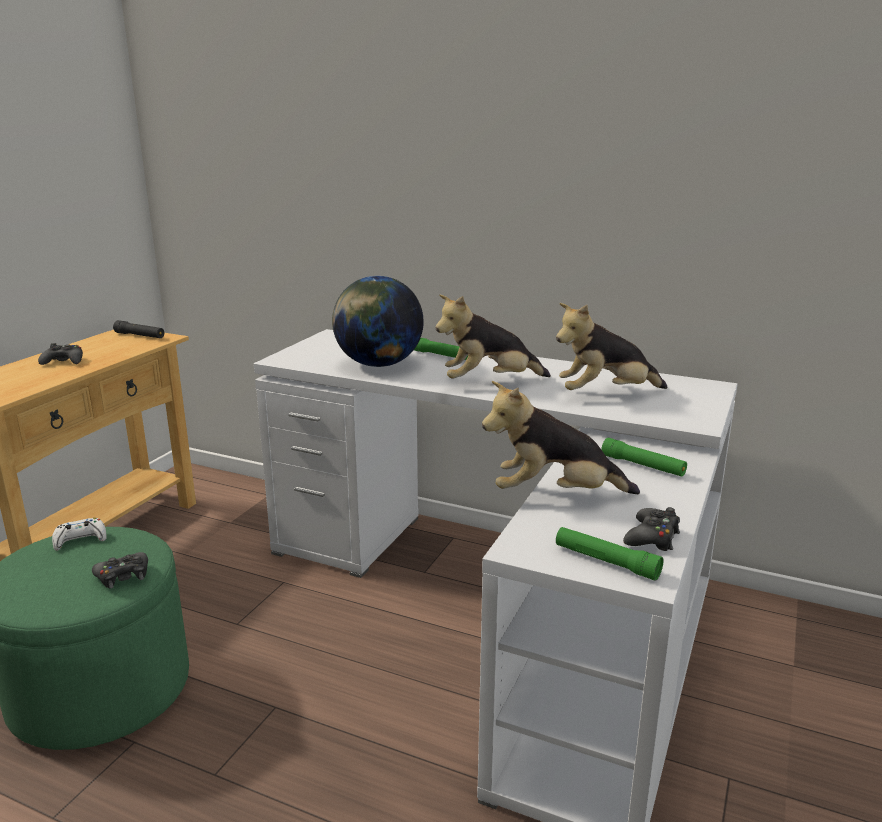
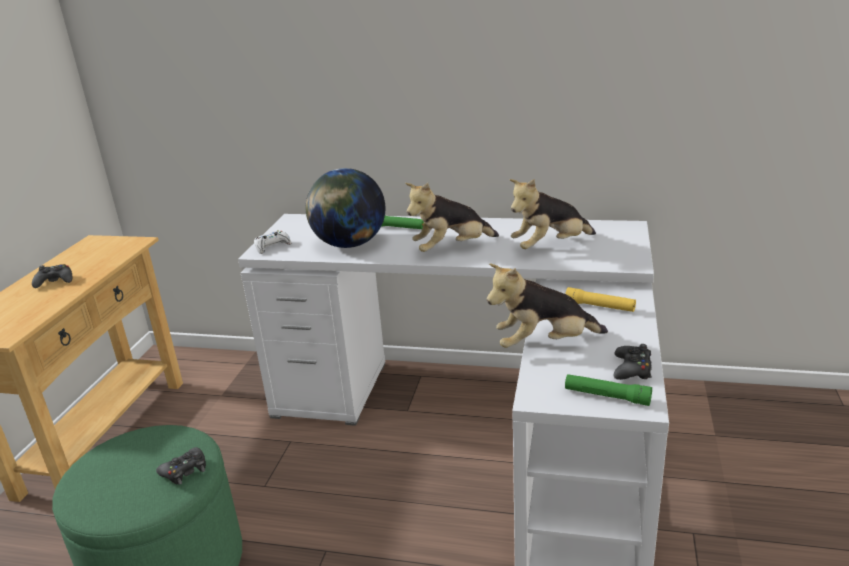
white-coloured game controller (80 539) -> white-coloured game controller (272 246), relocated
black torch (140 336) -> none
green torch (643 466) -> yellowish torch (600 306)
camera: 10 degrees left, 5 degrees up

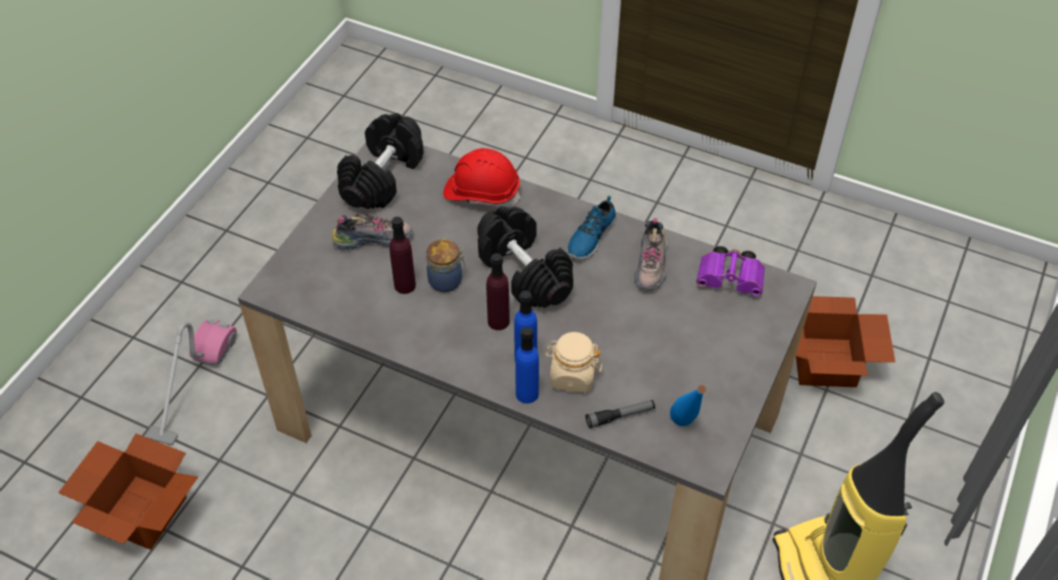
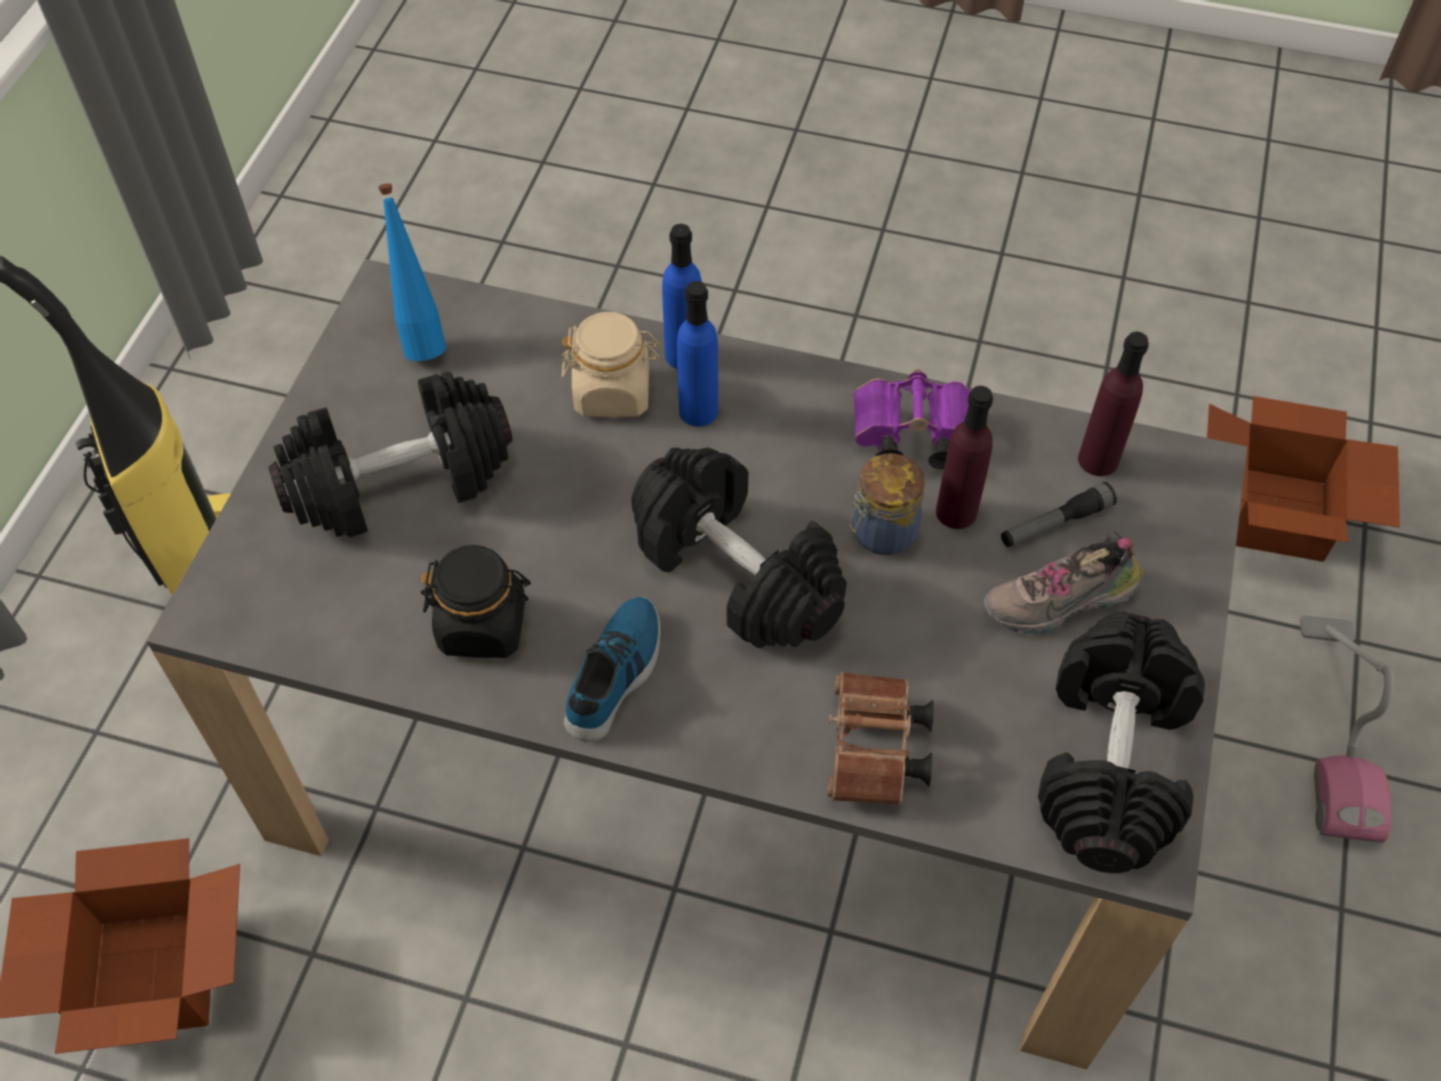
reddish safety helmet (482 192) -> brownish pair of binoculars (874 754)
purple bottle (498 321) -> purple bottle (1098 460), relocated
torch (620 416) -> torch (1055 523), relocated
shoe (651 265) -> black jar (483 625)
purple pair of binoculars (731 280) -> purple pair of binoculars (909 437), relocated
none -> black free weight (400 482)
camera: 170 degrees right, 5 degrees up

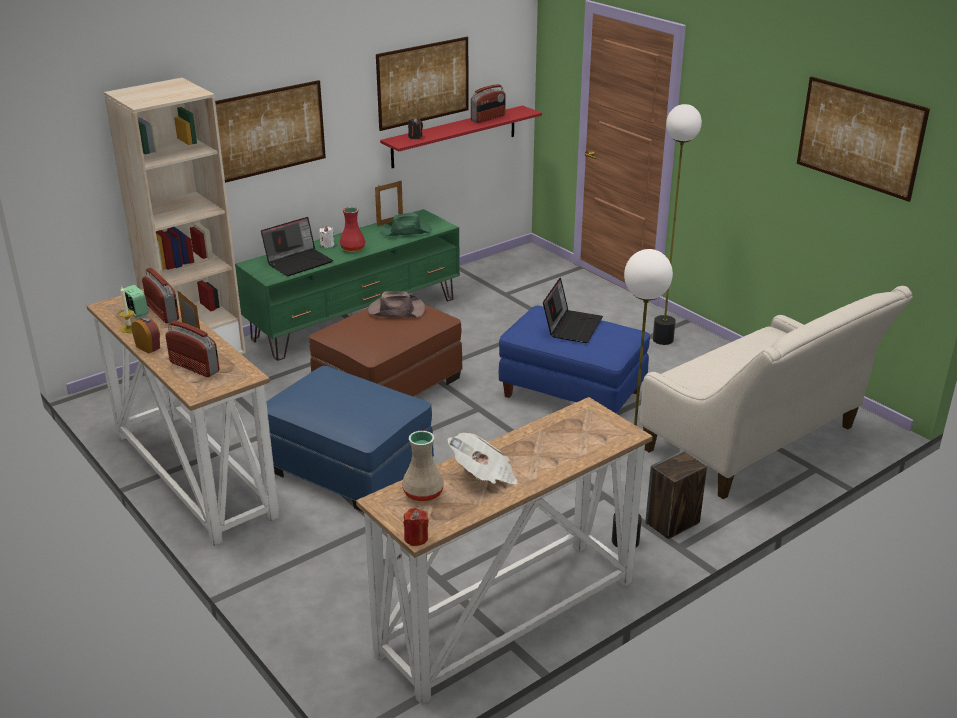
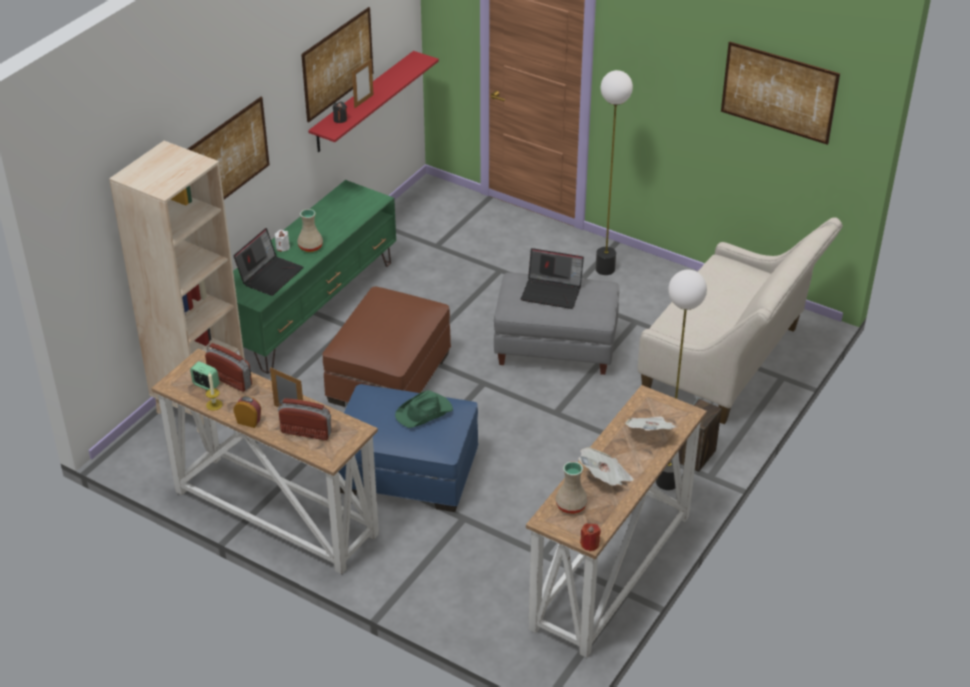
reddish flower vase (353 249) -> sand-coloured flower vase (311 247)
brownish wearable hat (396 310) -> none
photo frame (390 222) -> photo frame (363 101), relocated
green wearable hat (406 231) -> green wearable hat (424 412), relocated
radio set (488 118) -> none
bluish ottoman (572 393) -> greyish ottoman (555 347)
portable computer (572 326) -> portable computer (552 292), 105 degrees clockwise
none -> daily paper (650 433)
camera: 20 degrees left, 10 degrees up

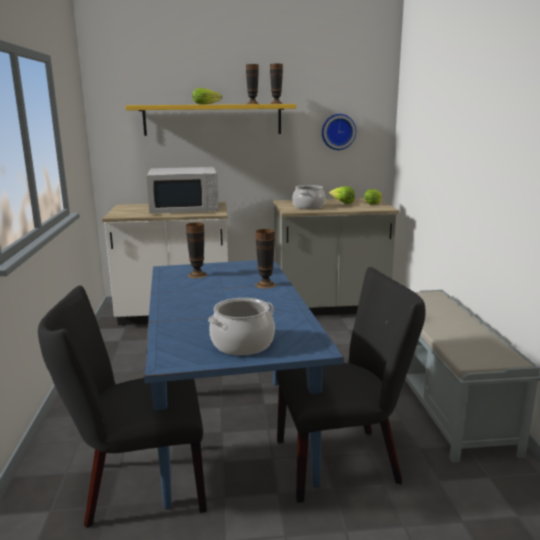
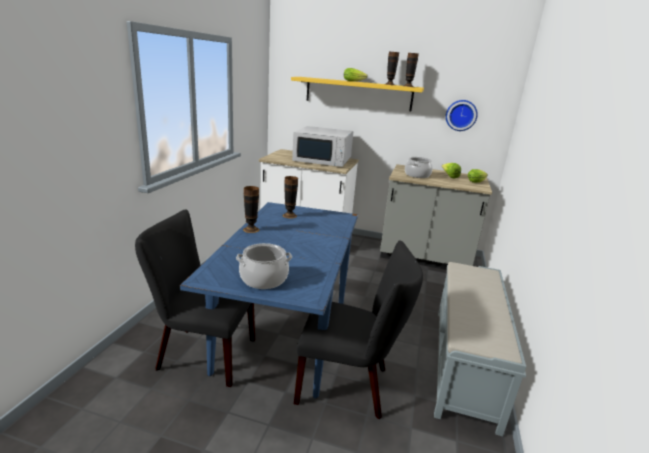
flower vase (265 285) -> flower vase (251 229), relocated
camera: 20 degrees right, 5 degrees up

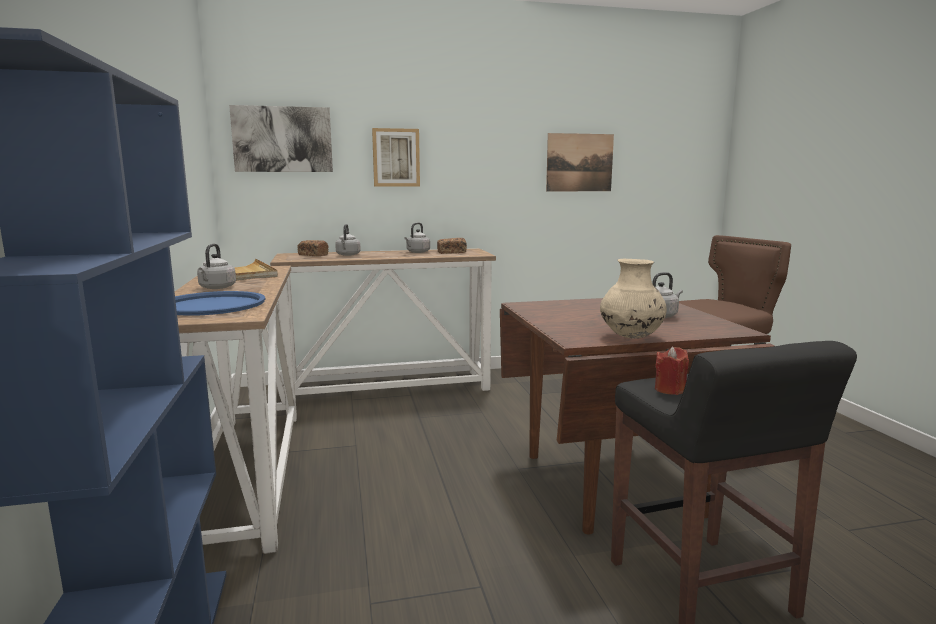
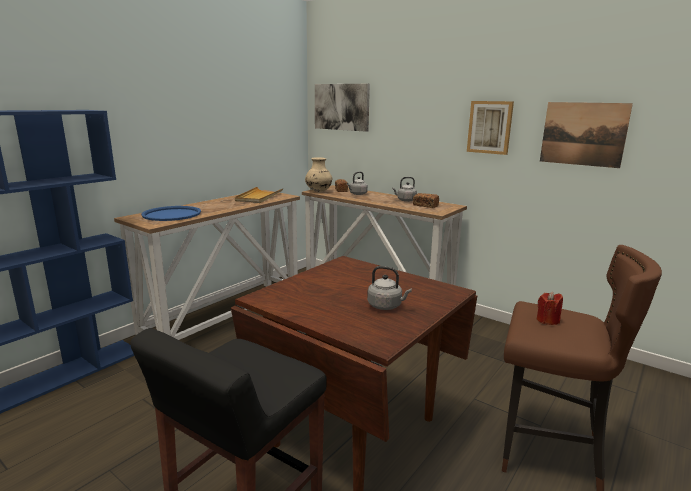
greyish water kettle (216 288) -> none
wall picture (396 157) -> wall picture (490 127), relocated
sand-coloured flower vase (631 337) -> sand-coloured flower vase (318 191), relocated
reddish wax candle (670 389) -> reddish wax candle (547 320), relocated
camera: 50 degrees right, 5 degrees up

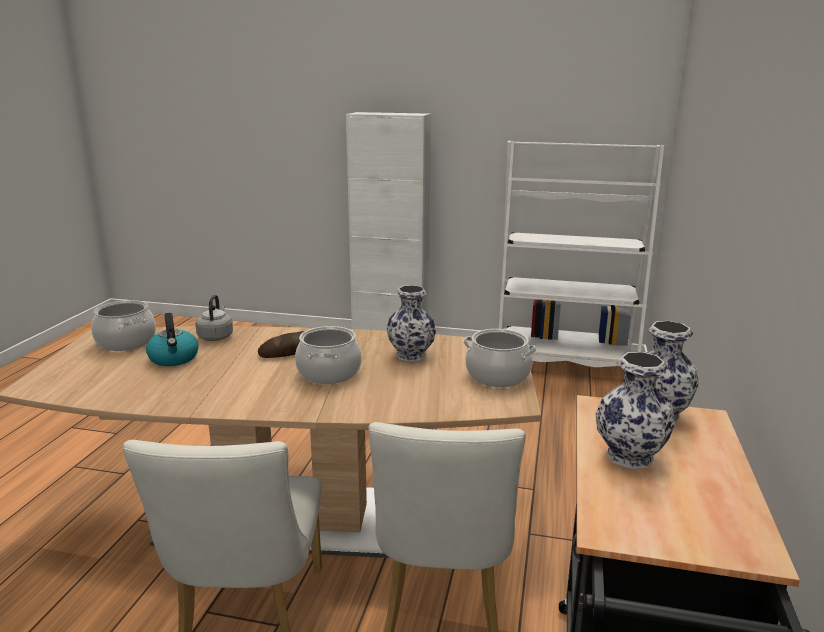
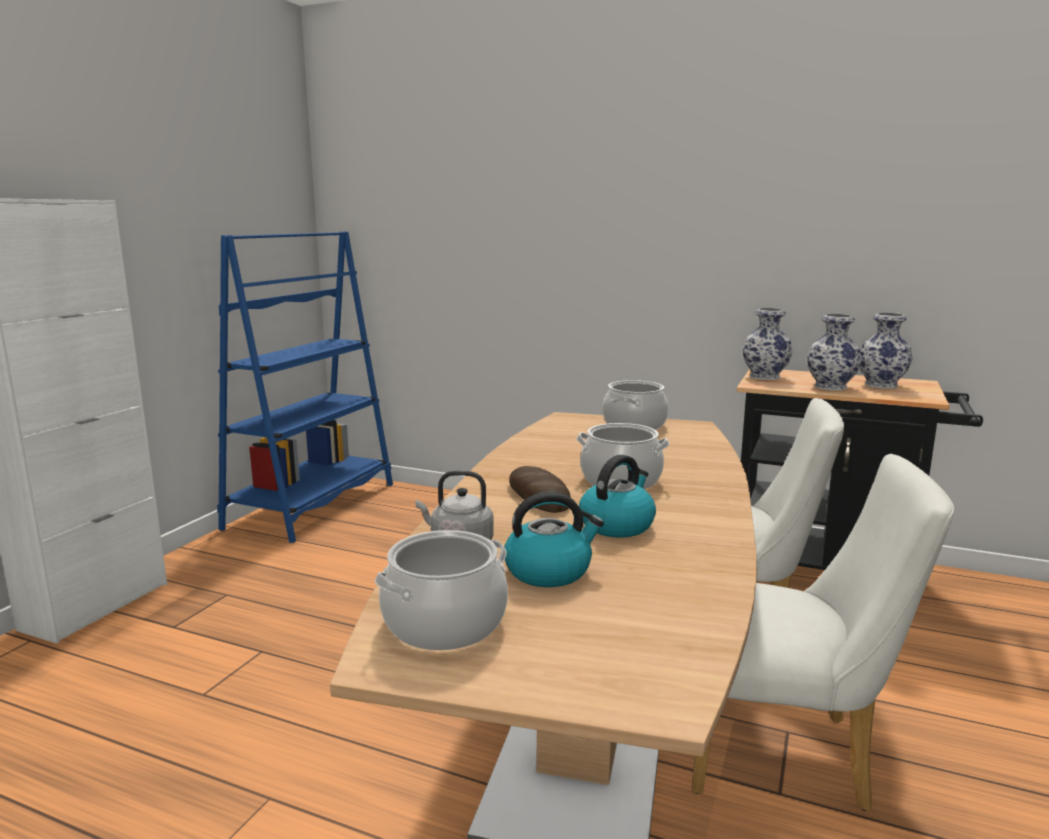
flower vase (411 355) -> flower vase (882 385), relocated
white-coloured bookshelf (564 364) -> bluish bookshelf (313 506)
none -> water kettle (617 524)
camera: 80 degrees left, 5 degrees down

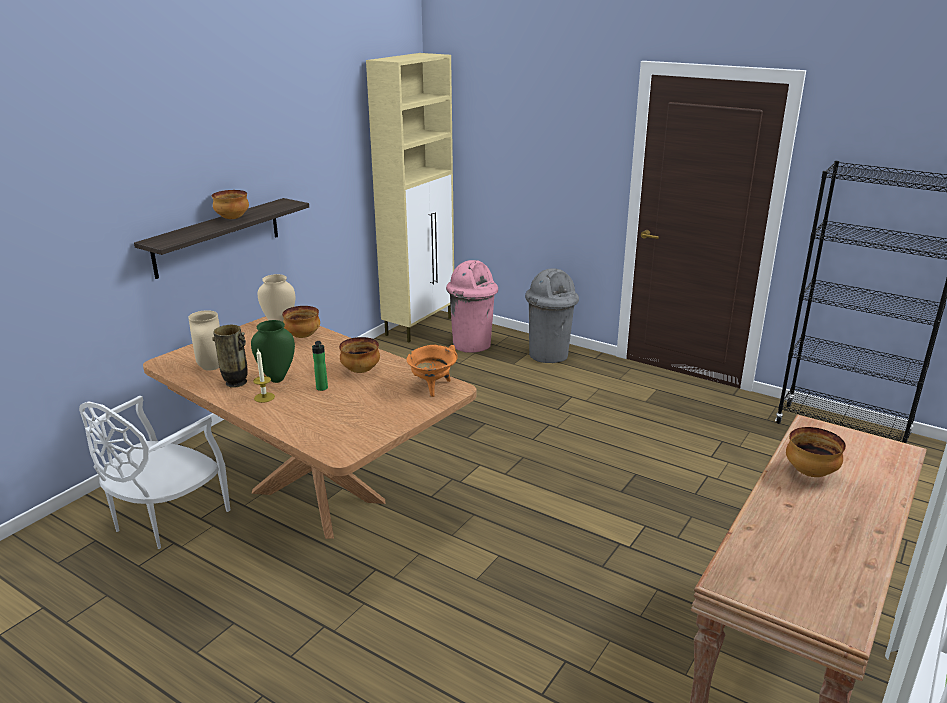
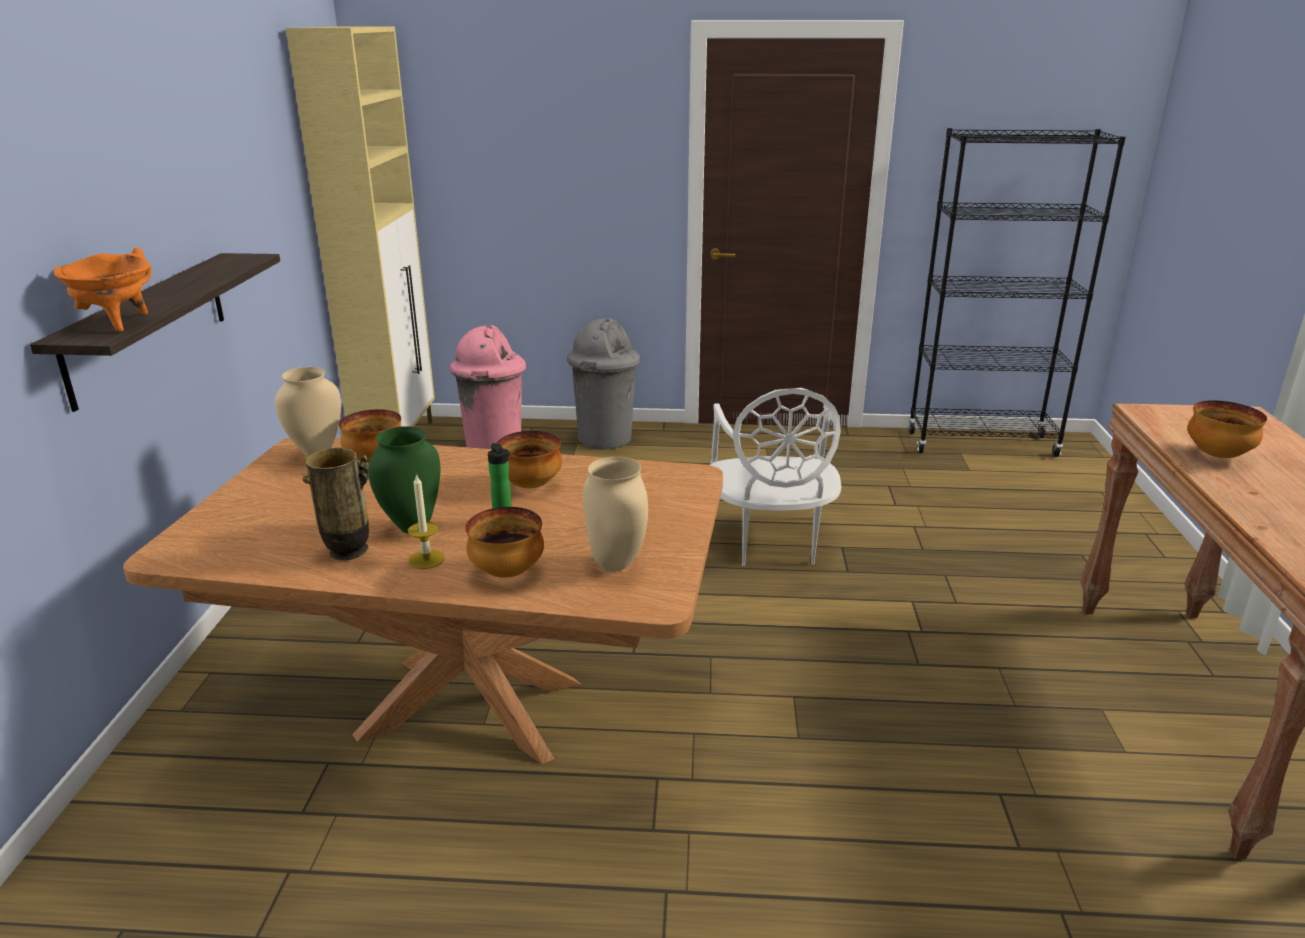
white-coloured upright chair (166 518) -> white-coloured upright chair (770 542), relocated
sand-coloured flower vase (212 367) -> sand-coloured flower vase (617 564), relocated
serving bowl (232 218) -> serving bowl (506 572), relocated
orange stockpot (432 387) -> orange stockpot (116 323), relocated
camera: 30 degrees left, 0 degrees up

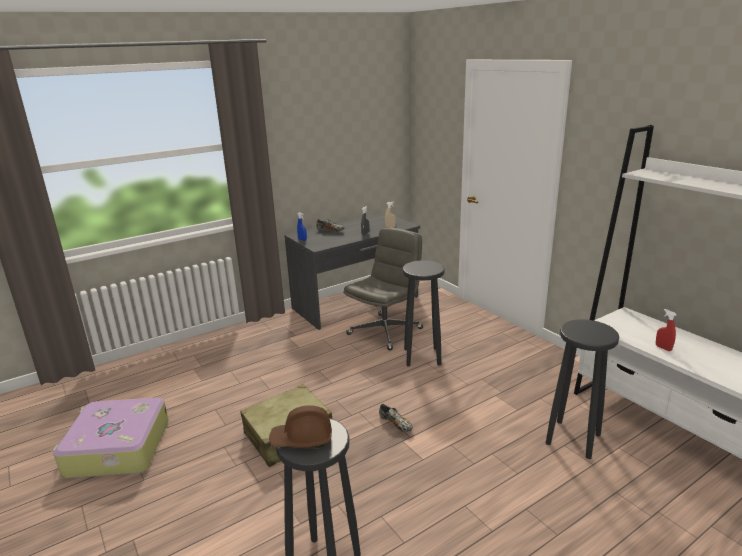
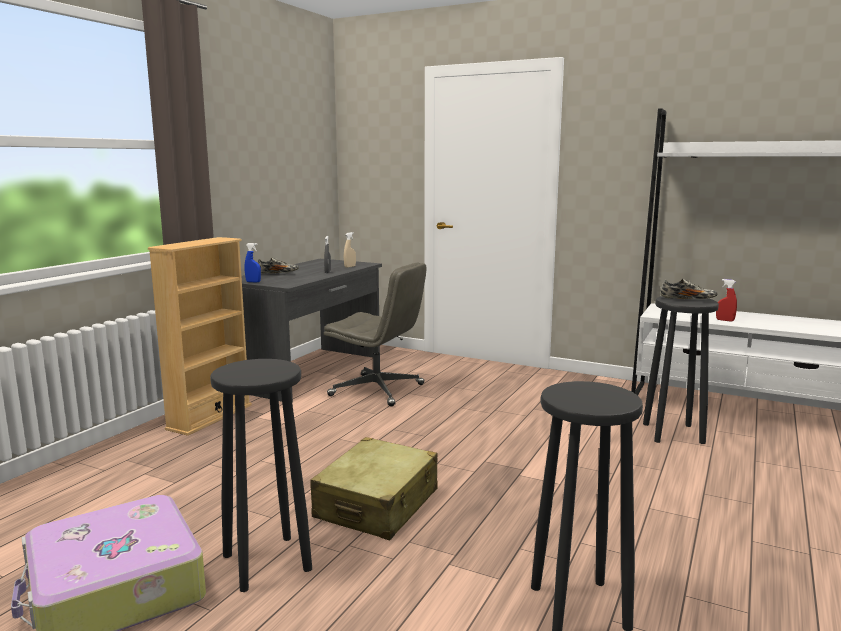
brownish safety helmet (302 439) -> none
greyish office chair (385 331) -> greyish office chair (378 390), 105 degrees clockwise
shoe (396 424) -> shoe (687 299), relocated
black sitting stool (422 356) -> black sitting stool (266 561), relocated
none -> sand-coloured bookshelf (210 417)
camera: 30 degrees left, 10 degrees down

